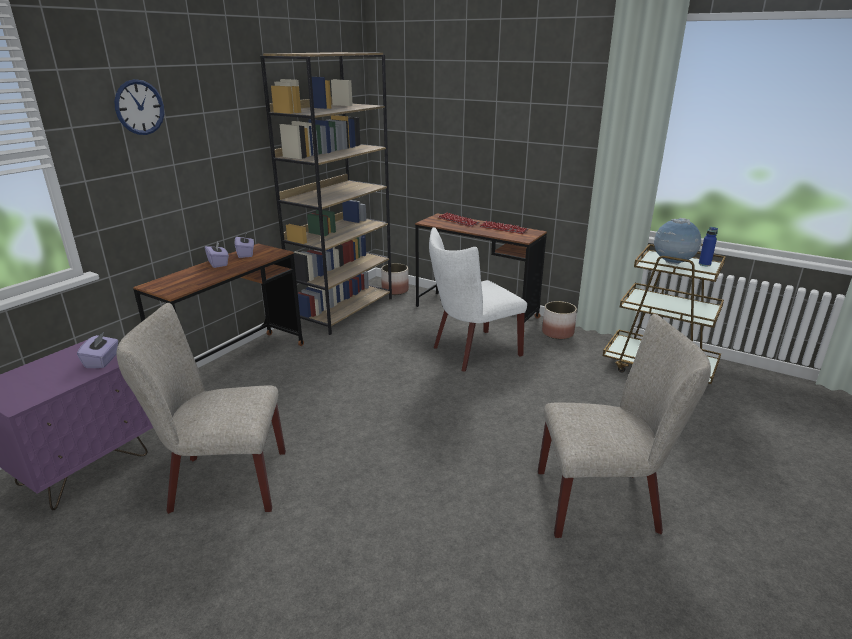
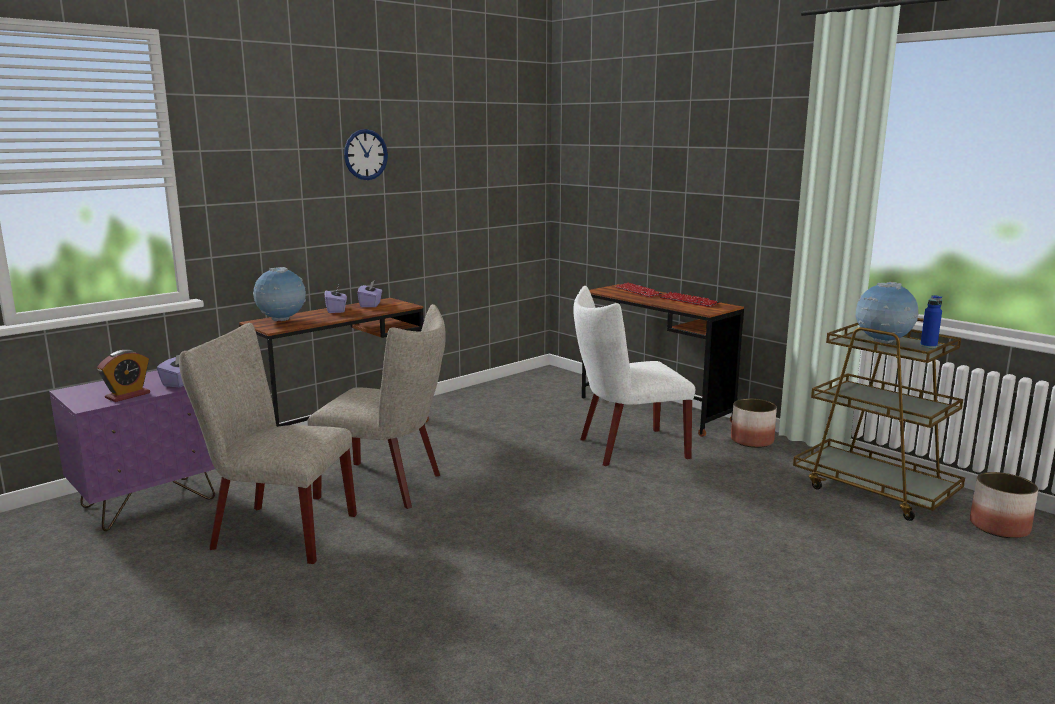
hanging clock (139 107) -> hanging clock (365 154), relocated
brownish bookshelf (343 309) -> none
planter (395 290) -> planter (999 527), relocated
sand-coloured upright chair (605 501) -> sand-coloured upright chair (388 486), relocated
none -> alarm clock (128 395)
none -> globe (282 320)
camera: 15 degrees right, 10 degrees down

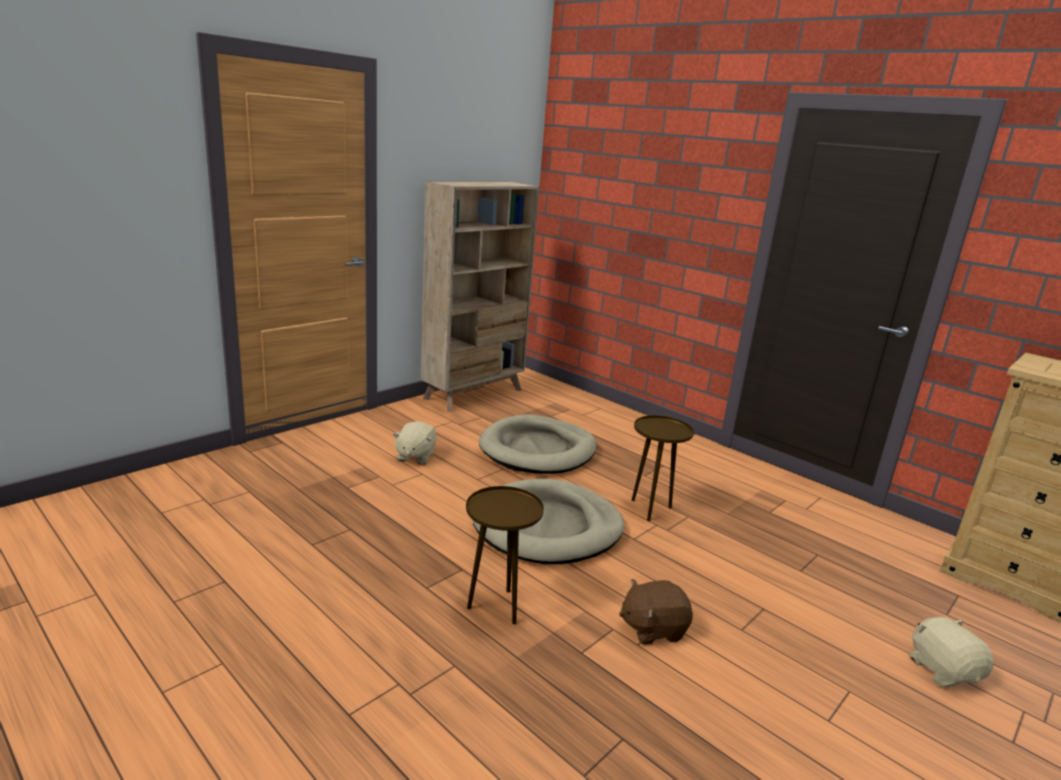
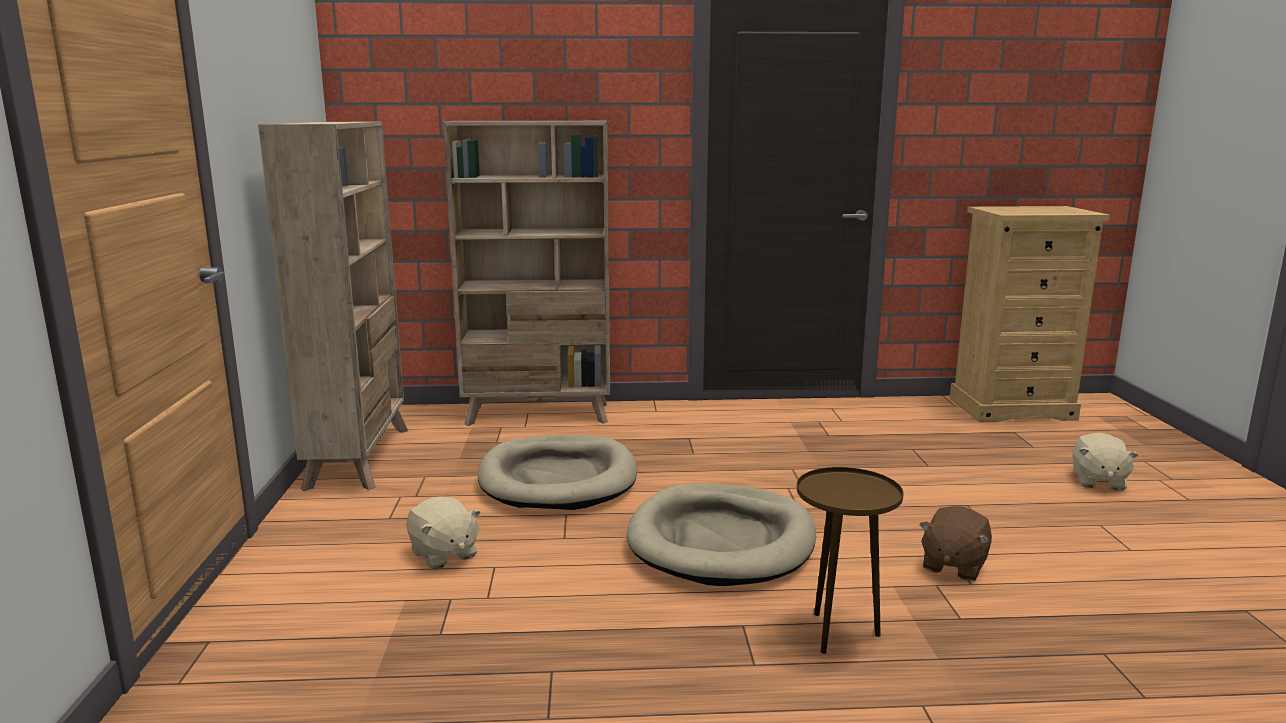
brownish side table (650 509) -> none
sand-coloured plush toy (942 670) -> sand-coloured plush toy (1097 481), 105 degrees counterclockwise
none -> sand-coloured bookshelf (538 415)
camera: 45 degrees left, 5 degrees down

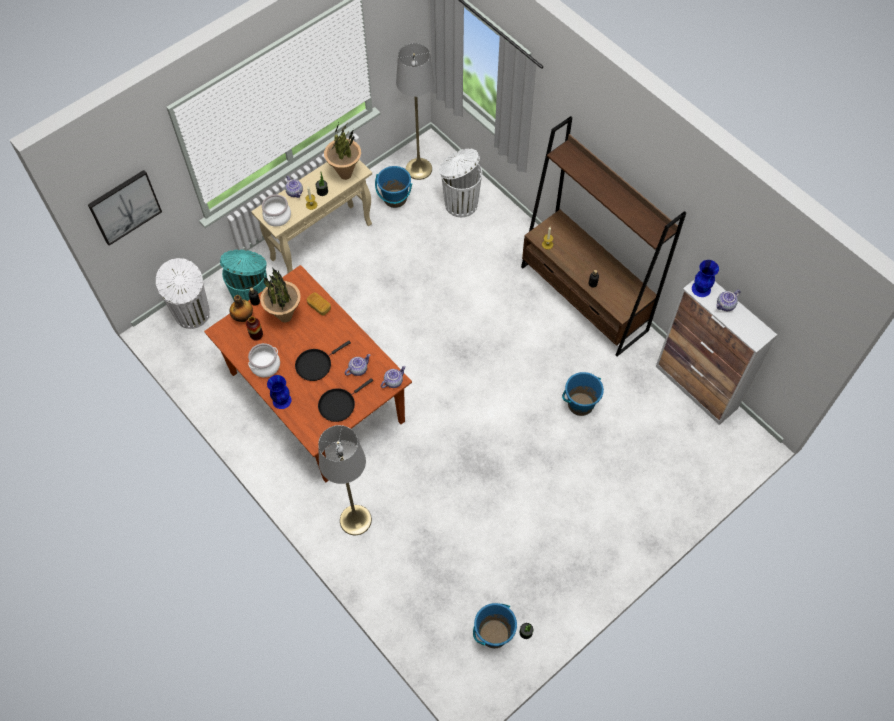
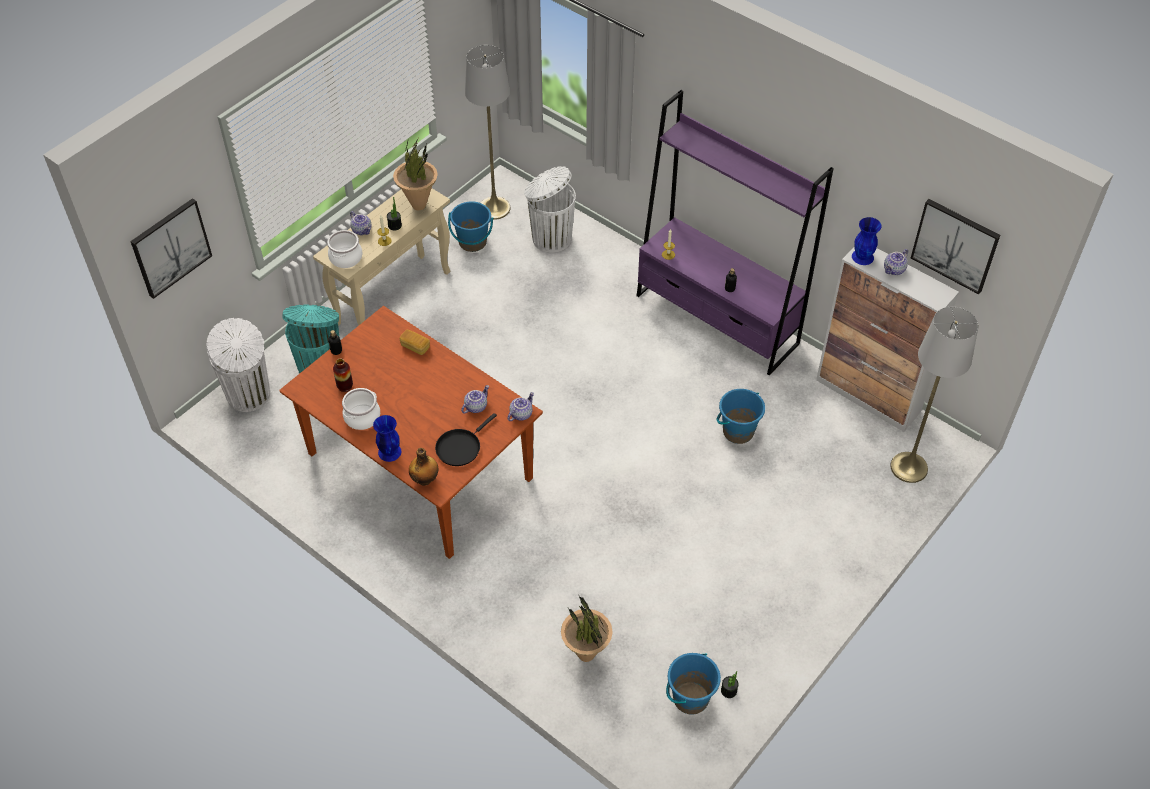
bottle (243 317) -> bottle (425 479), relocated
potted plant (285 317) -> potted plant (586 655), relocated
black skillet (315 364) -> none
greyish standard lamp (355 520) -> greyish standard lamp (909 467), relocated
brownish bookshelf (584 299) -> purple bookshelf (717 320)
none -> wall picture (955 245)
camera: 10 degrees left, 10 degrees down

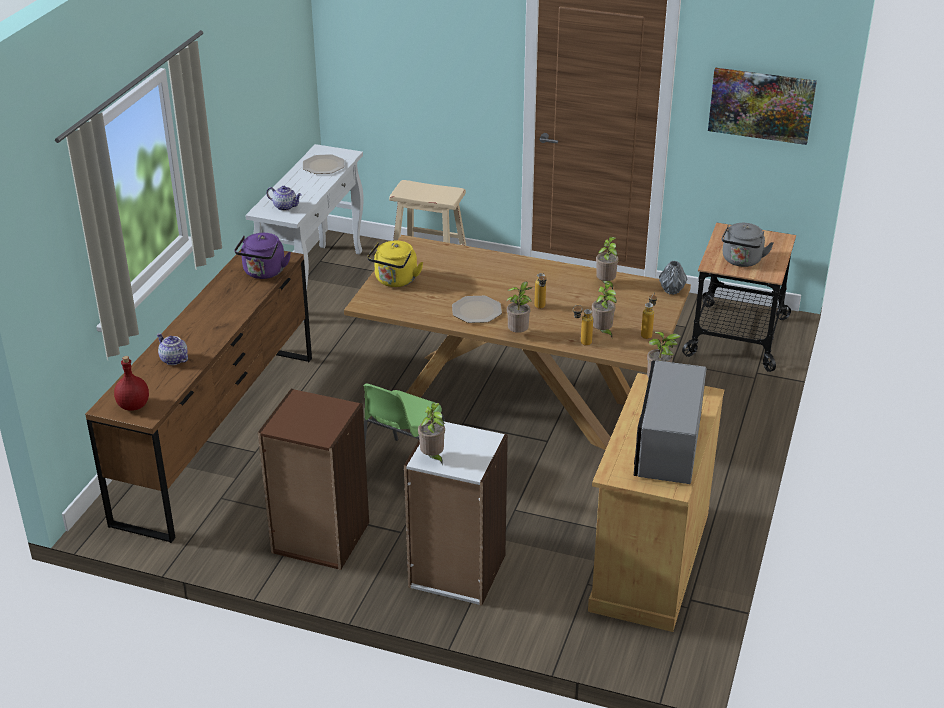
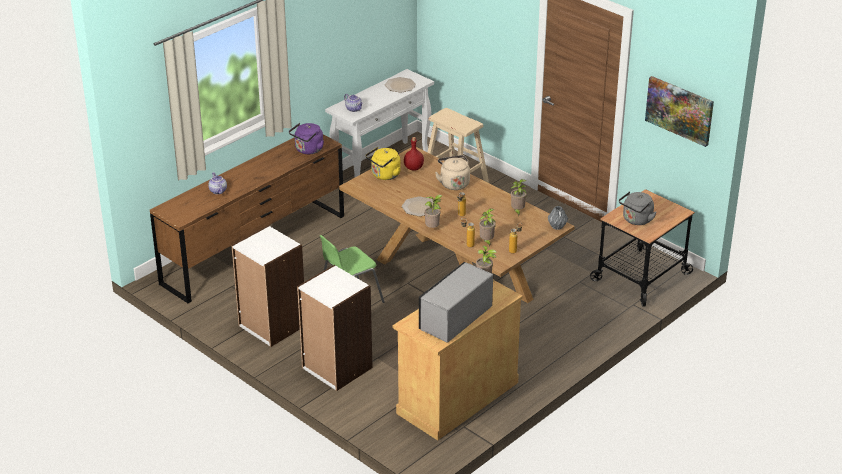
reddish bottle (134 406) -> reddish bottle (414 168), relocated
brownish bookshelf (320 538) -> white-coloured bookshelf (271 326)
potted plant (433 457) -> none
none -> sand-coloured water kettle (453 183)
camera: 25 degrees right, 0 degrees up

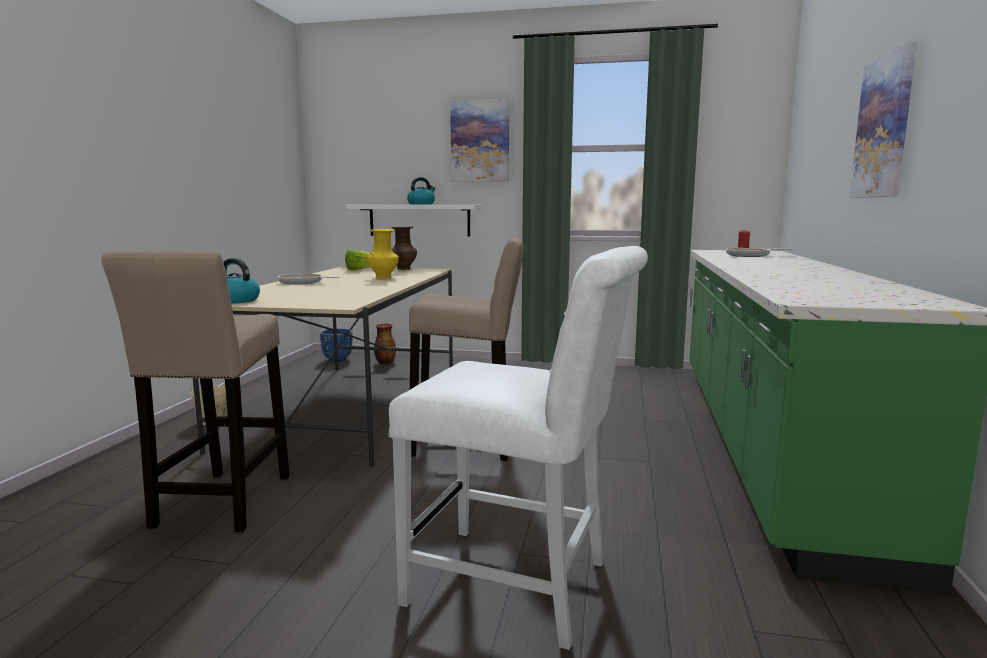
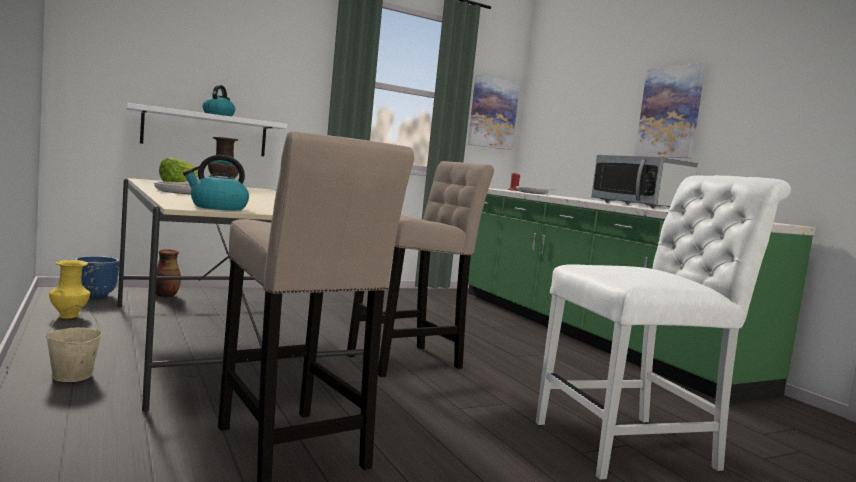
yellowish flower vase (383 277) -> yellowish flower vase (69 316), relocated
wall picture (480 141) -> wall picture (492 113), relocated
none -> microwave (639 206)
camera: 40 degrees left, 5 degrees down

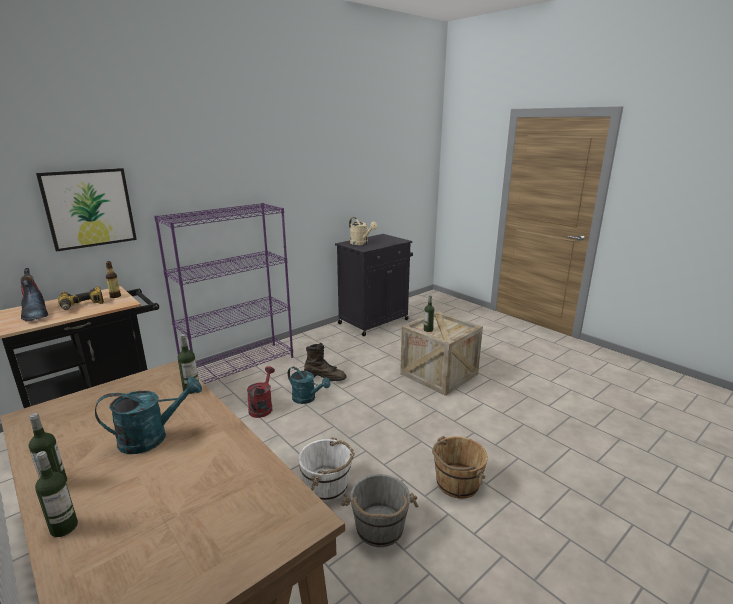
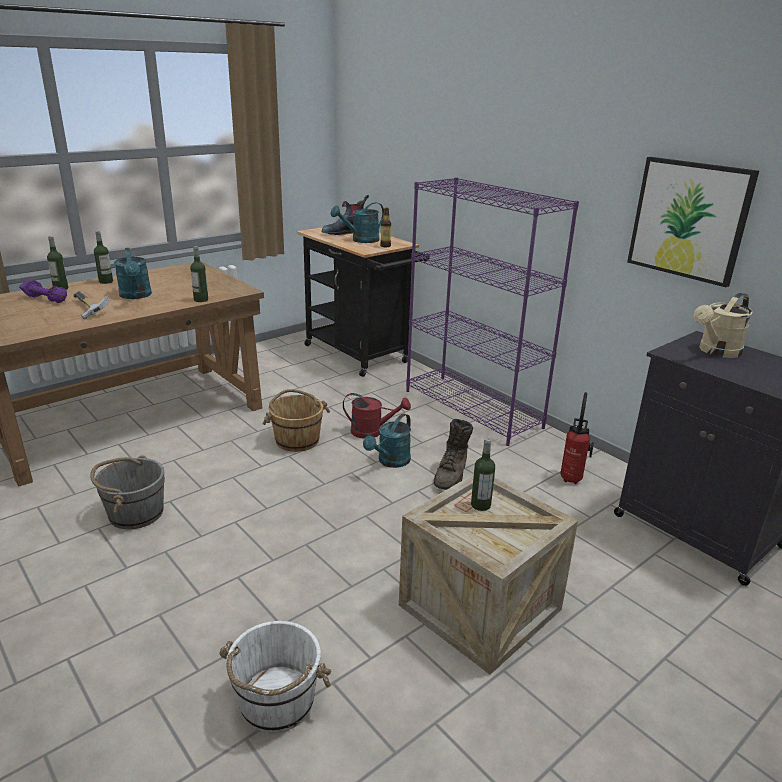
wall picture (89 208) -> wall picture (689 220), relocated
drill (82 305) -> turquoise-coloured sprinkling can (361 240)
white-coloured water bucket (327 486) -> white-coloured water bucket (276 703), relocated
brownish water bucket (456 483) -> brownish water bucket (297 440), relocated
none -> purple free weight (46 299)
none -> tool hammer (86 309)
none -> fire extinguisher (572 478)
camera: 90 degrees right, 5 degrees up

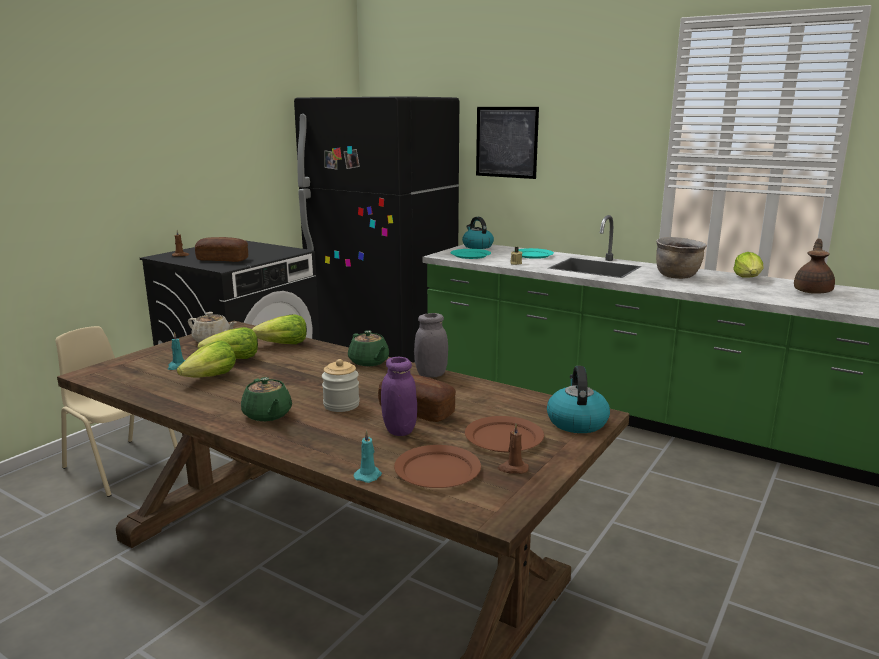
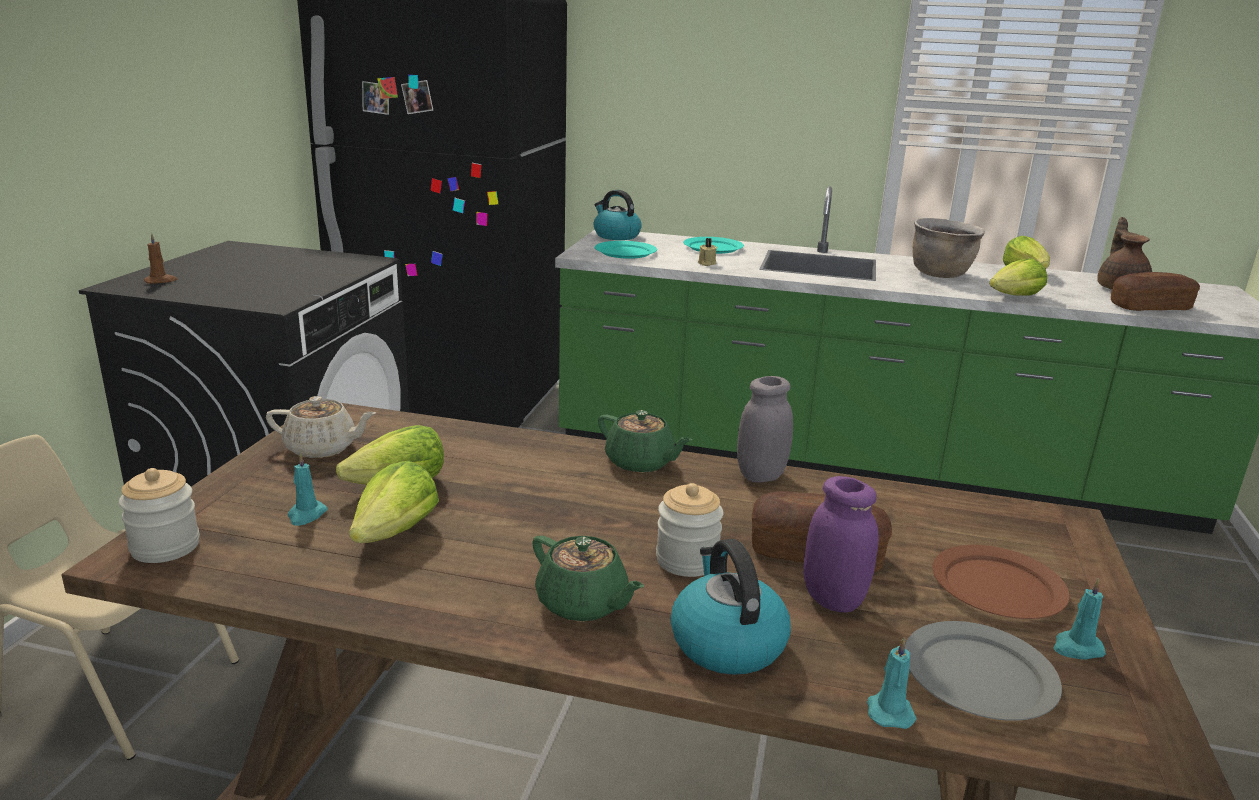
bakery bread (222 260) -> bakery bread (1150 307), relocated
lettuce (283 345) -> lettuce (1015 297), relocated
brownish flat dish (438 471) -> greyish flat dish (980 676)
wall picture (506 142) -> none
brownish wax candle (513 469) -> turquoise-coloured wax candle (1076 648)
water kettle (576 422) -> water kettle (726 642), relocated
none -> jar (165 547)
camera: 20 degrees left, 5 degrees up

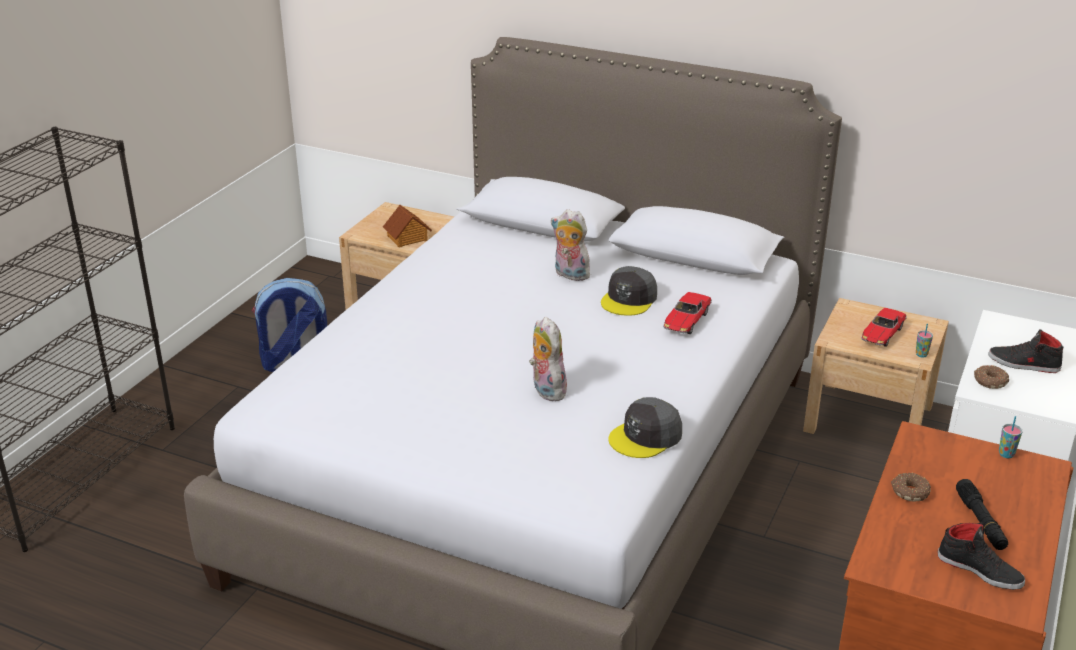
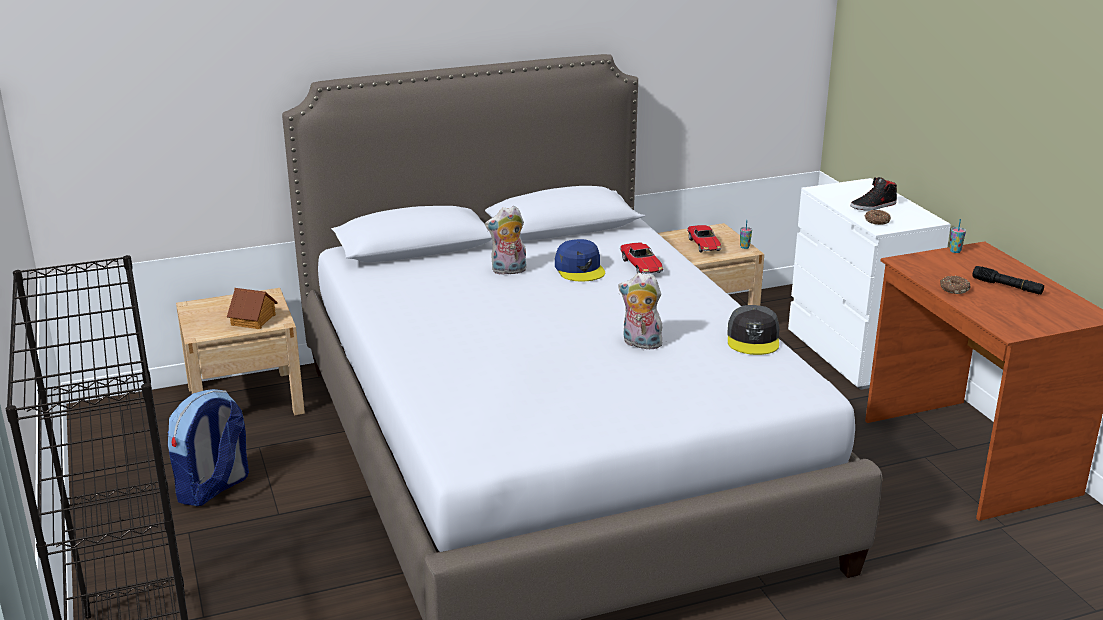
greyish cap (629 299) -> bluish cap (580 269)
black shoe (980 570) -> none
camera: 45 degrees left, 5 degrees down

